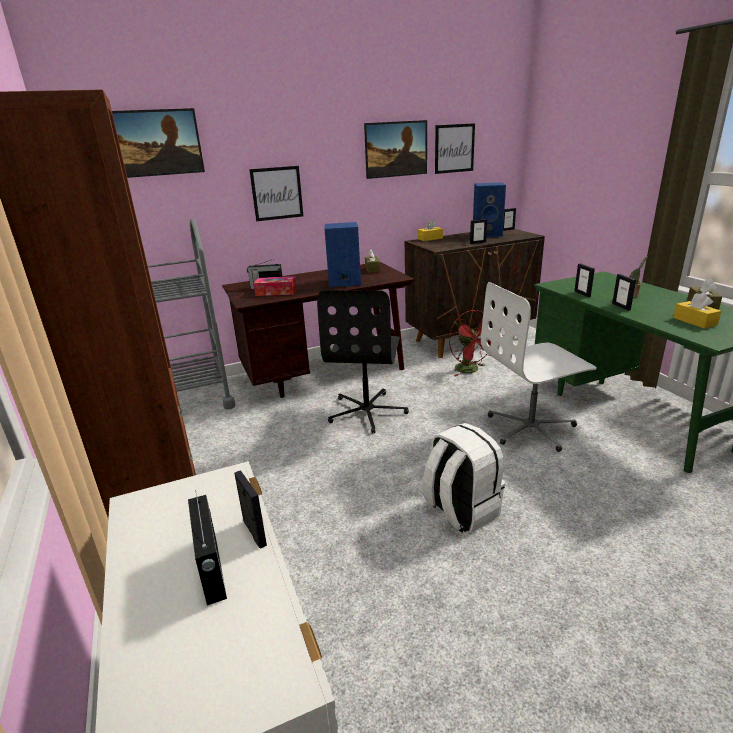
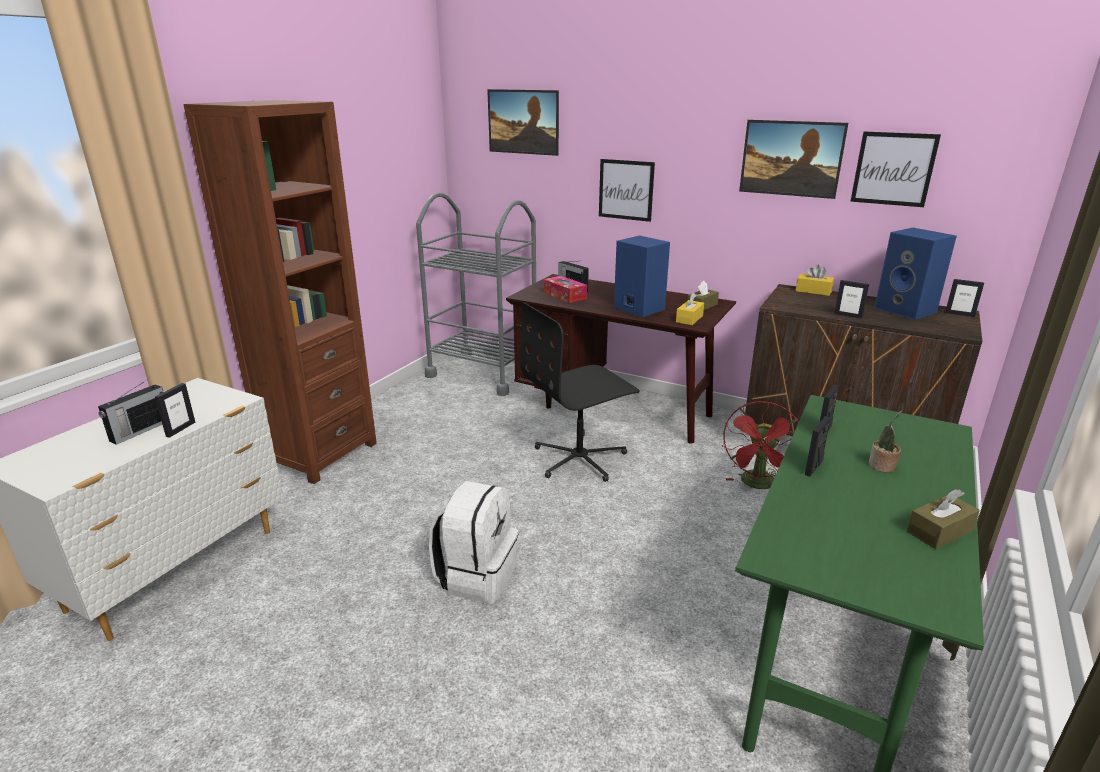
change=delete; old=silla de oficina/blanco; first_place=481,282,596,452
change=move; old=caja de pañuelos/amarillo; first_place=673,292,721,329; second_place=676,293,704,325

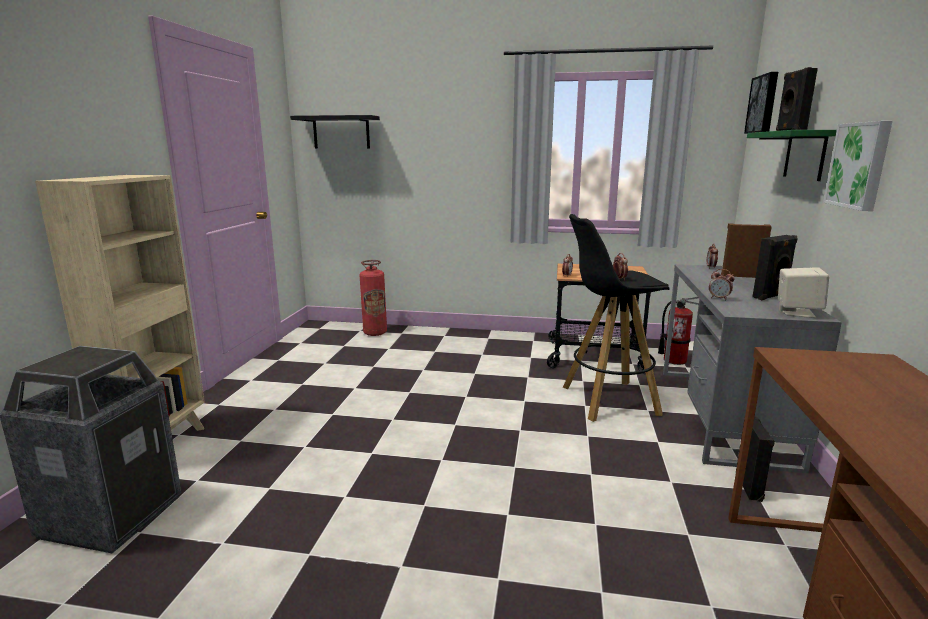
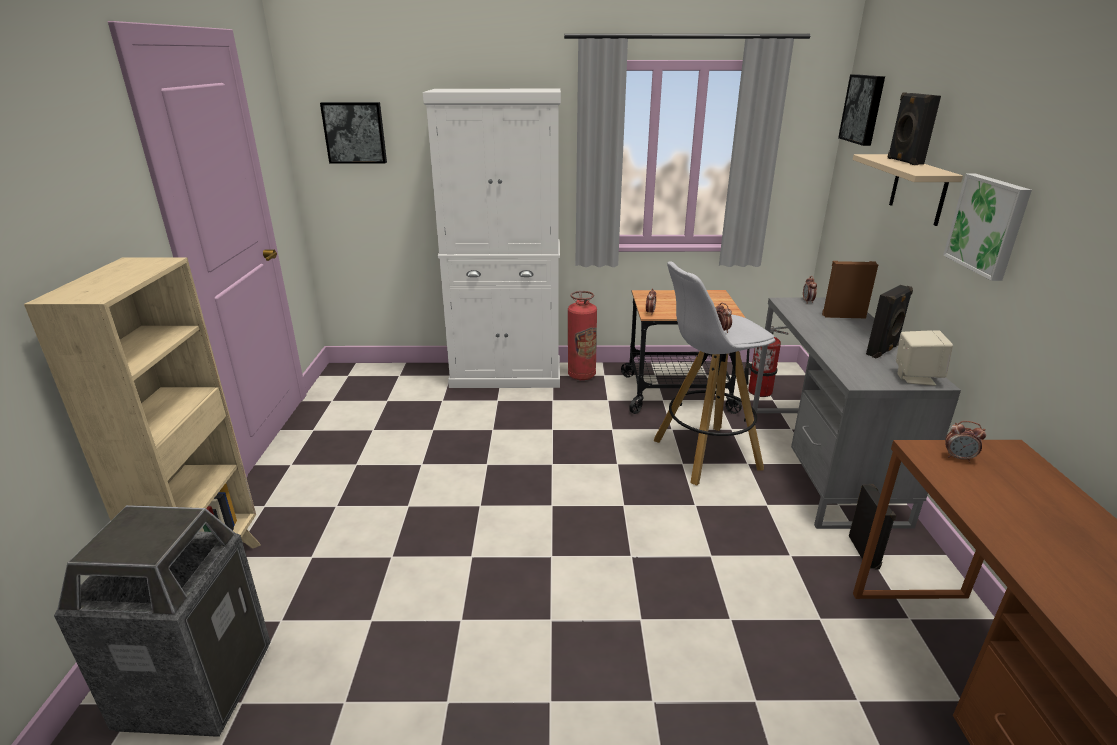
change=replace; old=estante/negro; new=cuadro; first_place=290,115,380,149; second_place=320,102,387,164
change=recolor; old=estante/verde; new=estante/beis; first_place=747,130,837,181; second_place=853,154,963,226
change=recolor; old=taburete/negro; new=taburete/blanco; first_place=563,214,670,422; second_place=654,261,776,486
change=move; old=extintor; first_place=359,260,387,336; second_place=568,291,597,380
change=move; old=despertador; first_place=709,269,735,300; second_place=945,421,986,462
change=insert; new=armario/blanco; second_place=423,89,561,388

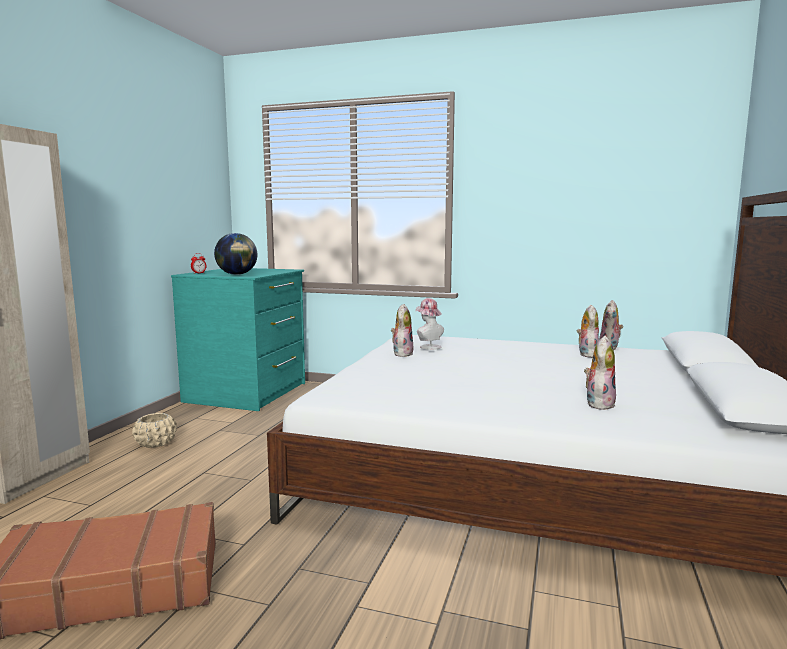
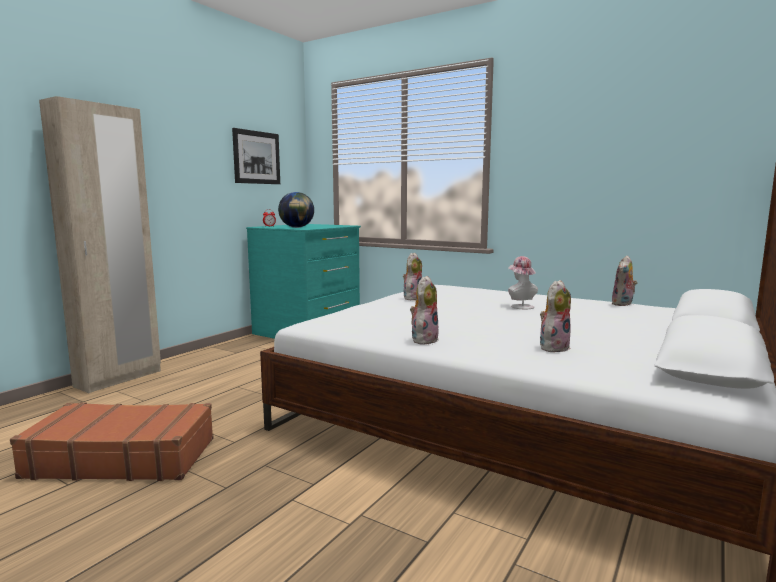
change=move; old=sombrero; first_place=415,298,444,350; second_place=508,256,538,309
change=move; old=peluche; first_place=577,305,599,358; second_place=410,276,439,345
change=delete; old=maceta/beis; first_place=132,413,177,448
change=insert; new=cuadro; second_place=232,128,280,184

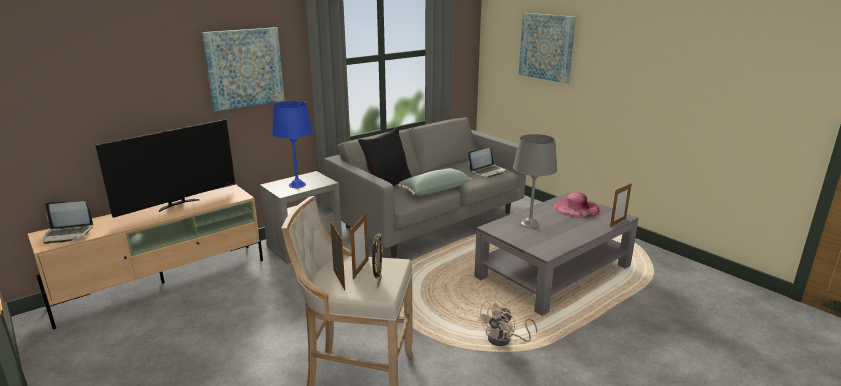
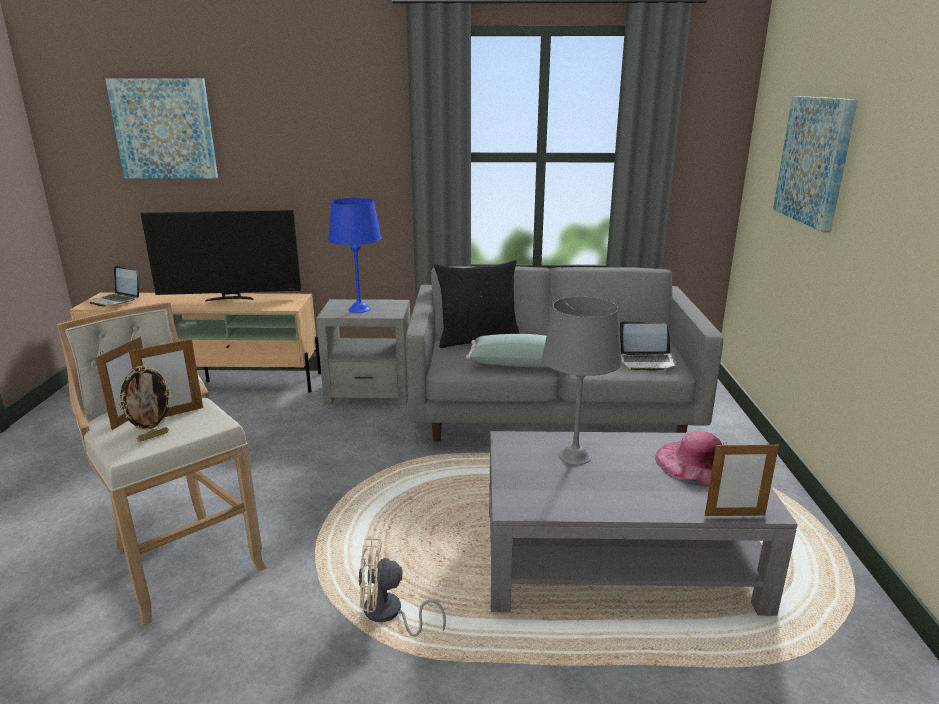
change=move; old=cuadro; first_place=202,27,285,111; second_place=105,78,218,179

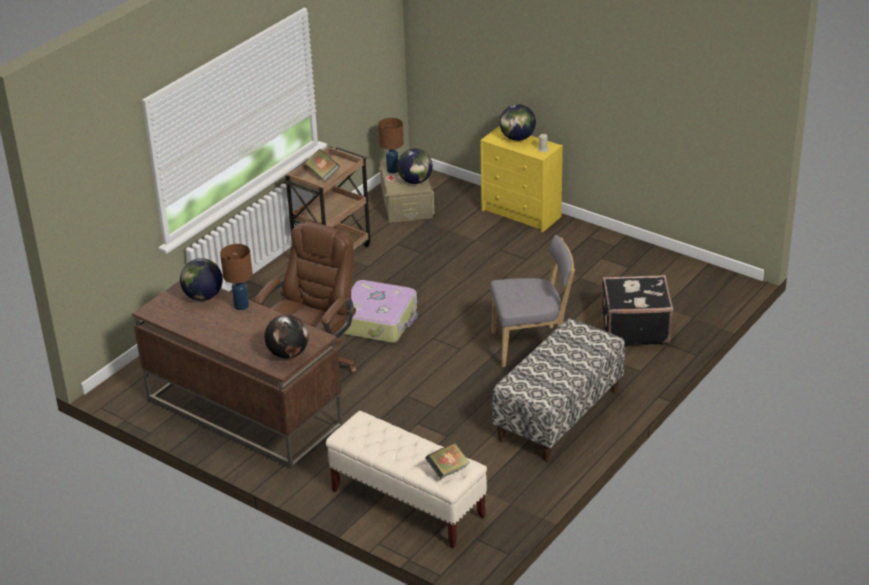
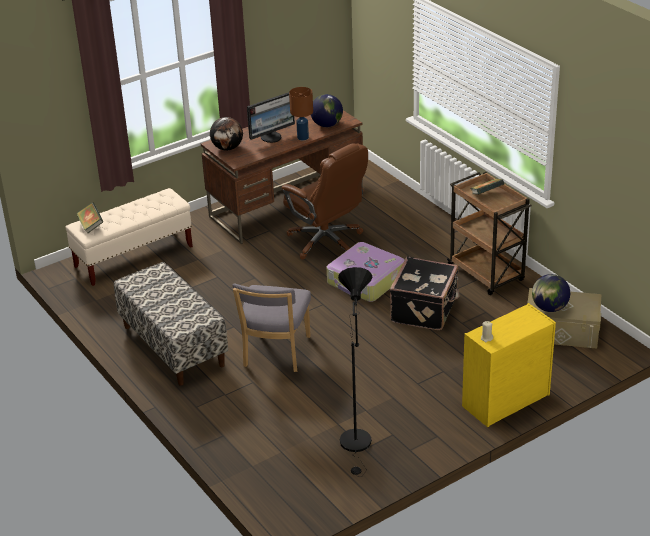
change=delete; old=globo terráqueo; first_place=500,104,536,141
change=delete; old=lámpara de mesa/marrón; first_place=378,118,404,173
change=move; old=maleta/negro; first_place=602,275,673,345; second_place=390,257,460,330
change=insert; new=monitor; second_place=247,92,295,143
change=insert; new=lámpara de pie/negro; second_place=338,267,372,477

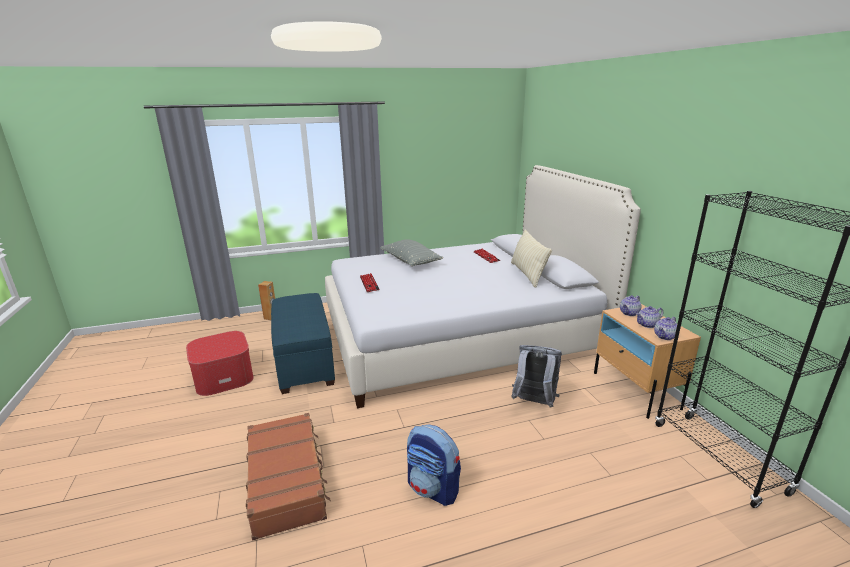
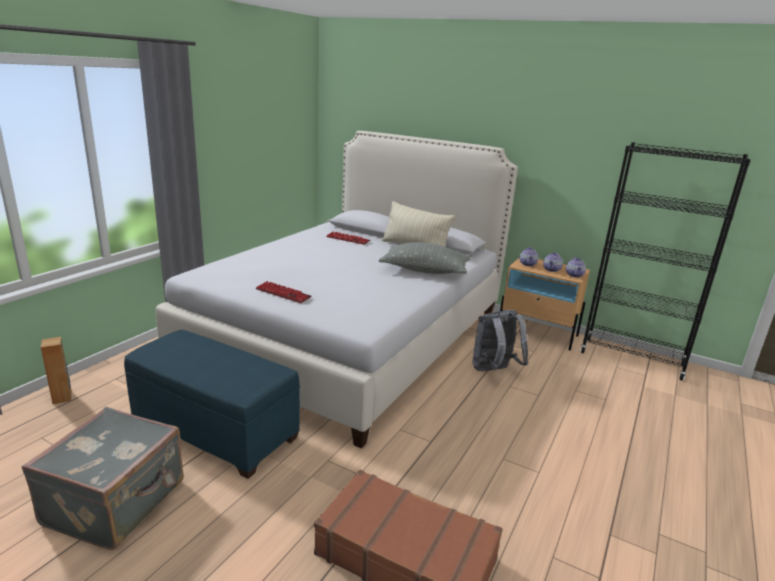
change=move; old=cojín/gris; first_place=380,240,443,266; second_place=379,242,471,274
change=replace; old=puf; new=maleta/gris; first_place=186,331,254,396; second_place=21,407,184,550
change=delete; old=mochila; first_place=407,424,461,506

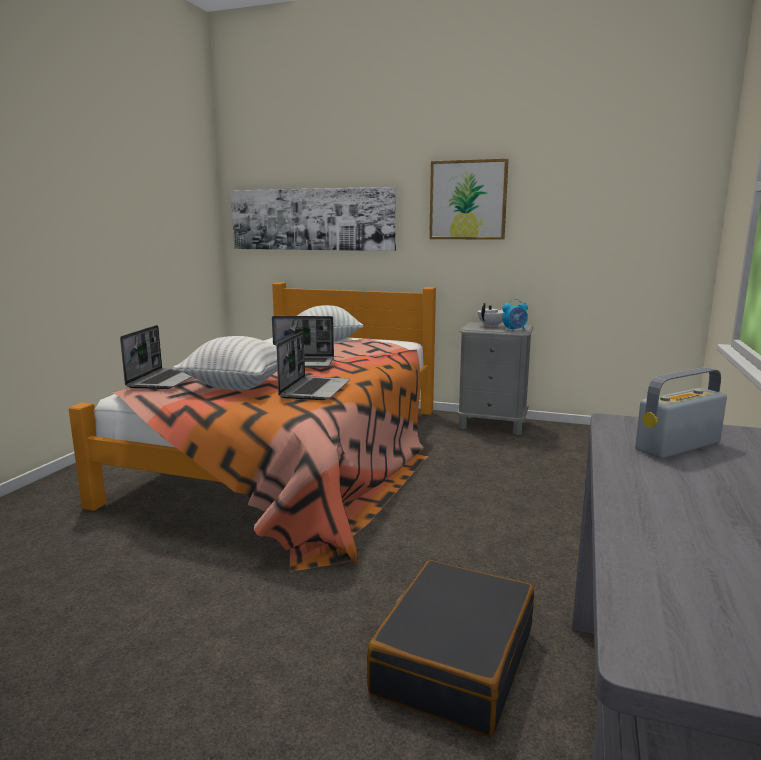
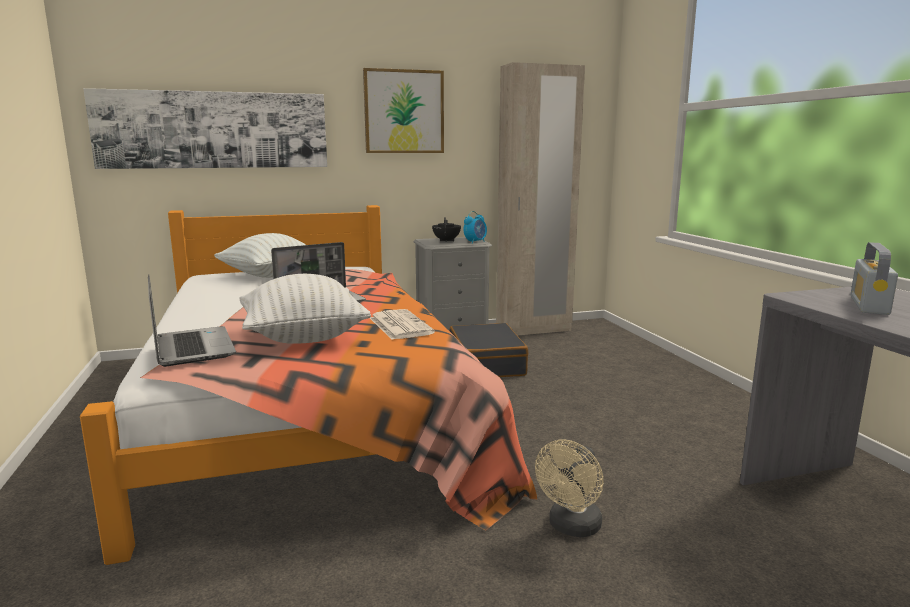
change=recolor; old=tetera/blanco; new=tetera/negro; first_place=478,303,503,327; second_place=432,217,461,242
change=replace; old=portátil; new=periódico; first_place=276,331,350,400; second_place=370,309,435,340
change=move; old=maleta/negro; first_place=367,560,534,737; second_place=450,323,528,377
change=insert; new=armario ropero/beis; second_place=496,62,585,336
change=insert; new=ventilador/beis; second_place=535,439,604,537

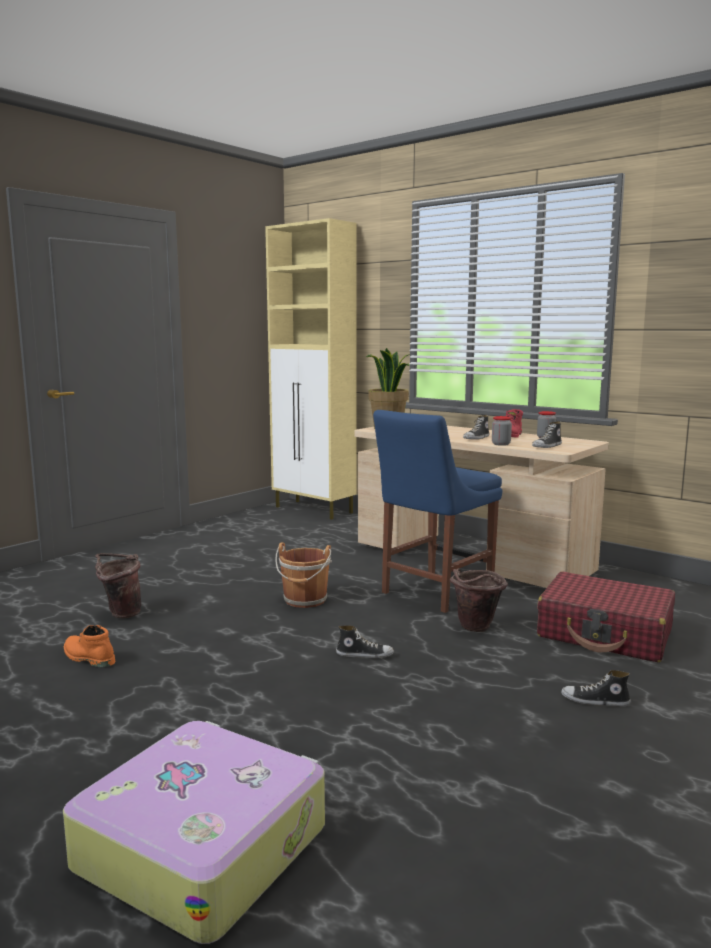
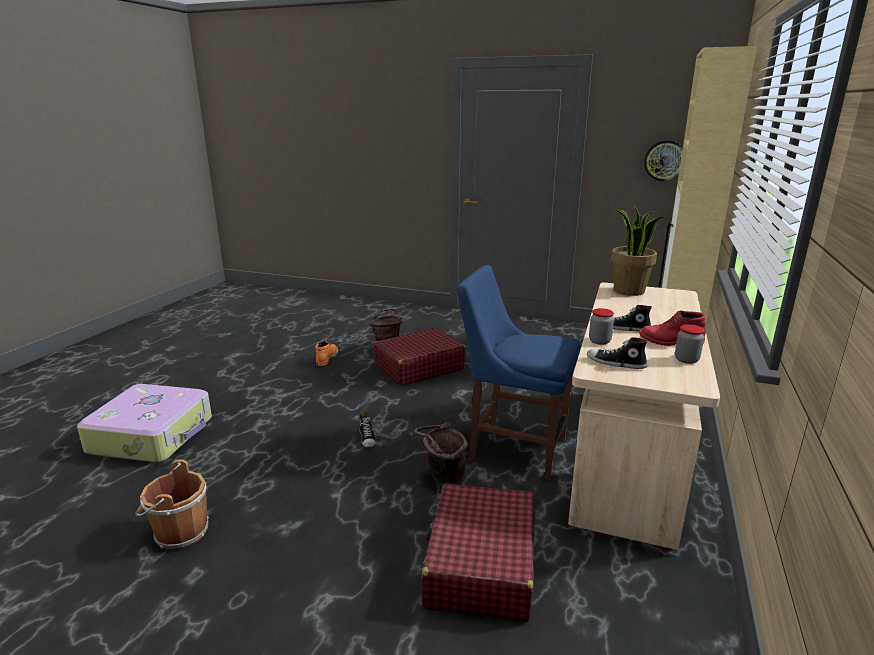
change=move; old=cubo/marrón; first_place=275,542,332,608; second_place=135,460,209,550
change=delete; old=zapato; first_place=561,670,631,707
change=insert; new=reloj de pared; second_place=644,140,683,182
change=insert; new=maleta/rojo; second_place=374,328,465,386

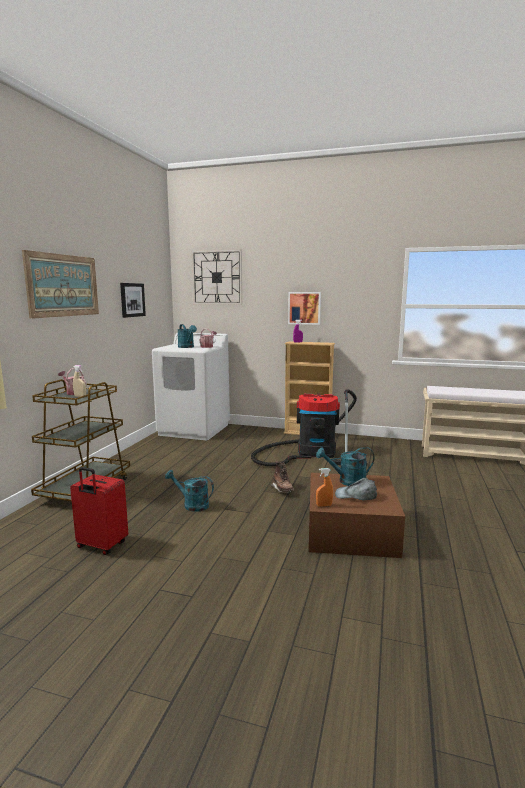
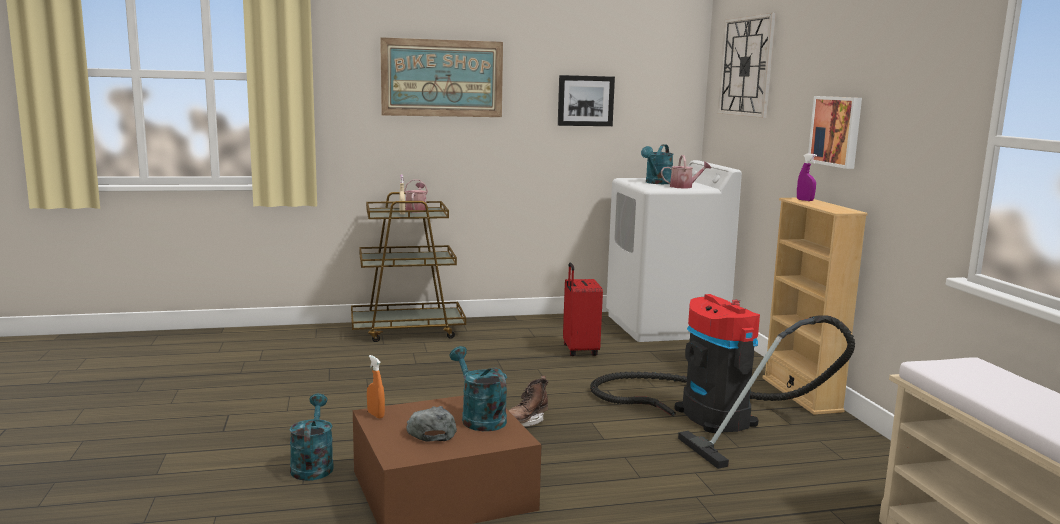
change=move; old=maleta/rojo; first_place=70,467,128,555; second_place=563,263,603,356
change=move; old=regadera/turquesa; first_place=165,470,214,512; second_place=290,394,334,481

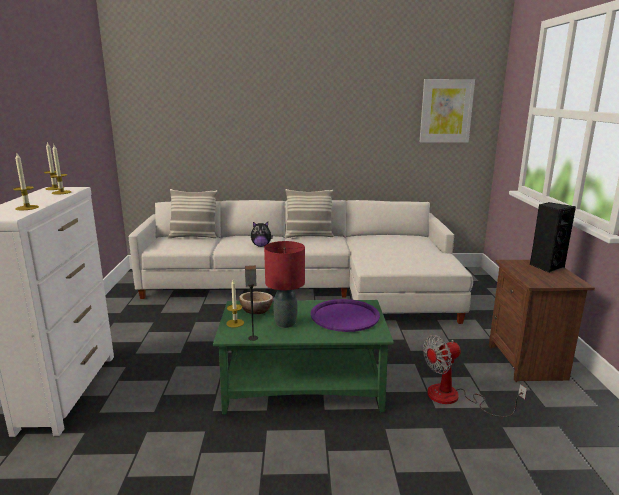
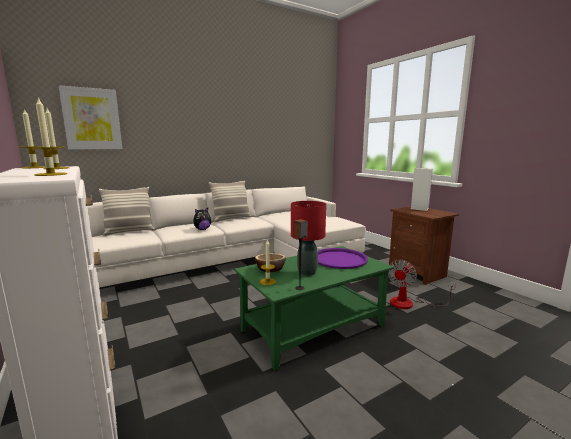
change=move; old=cuadro; first_place=420,79,475,143; second_place=59,85,122,149
change=recolor; old=altavoz/negro; new=altavoz/blanco; first_place=530,202,576,273; second_place=411,168,433,211

